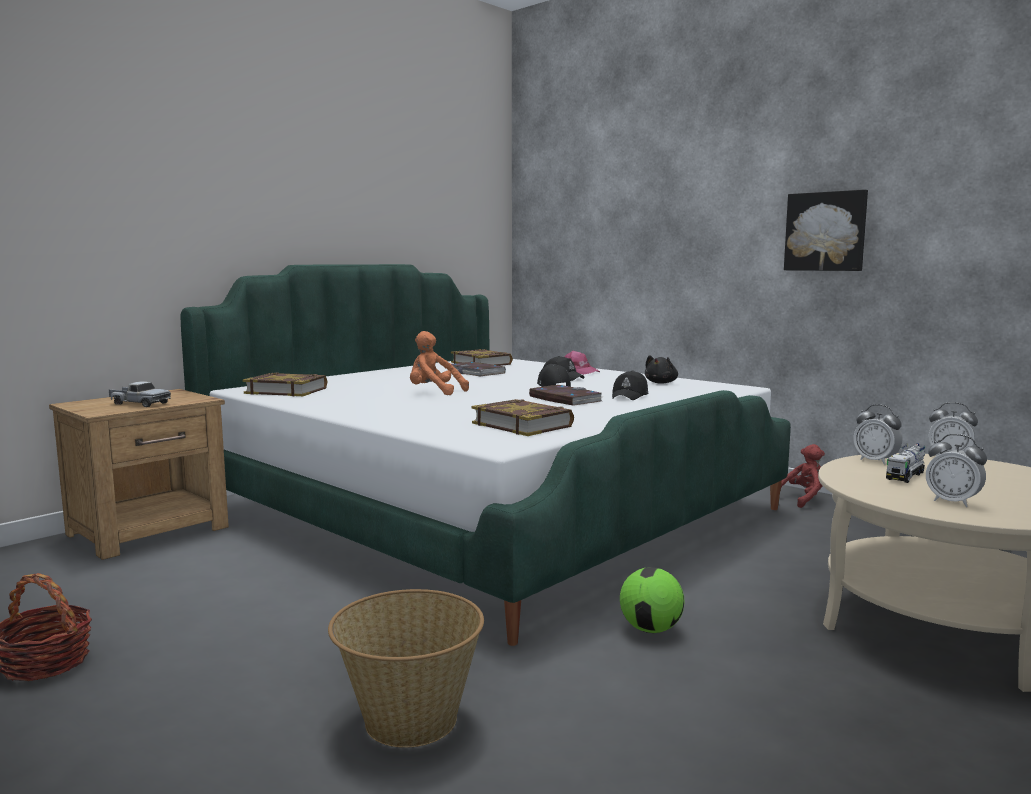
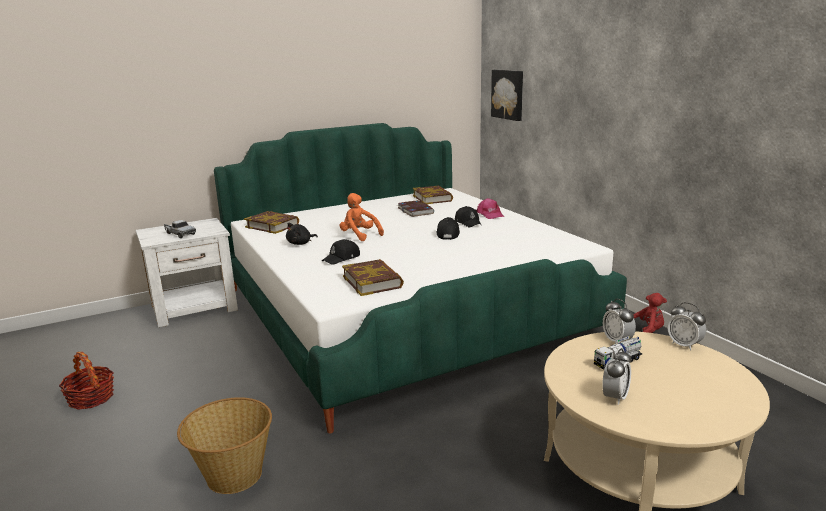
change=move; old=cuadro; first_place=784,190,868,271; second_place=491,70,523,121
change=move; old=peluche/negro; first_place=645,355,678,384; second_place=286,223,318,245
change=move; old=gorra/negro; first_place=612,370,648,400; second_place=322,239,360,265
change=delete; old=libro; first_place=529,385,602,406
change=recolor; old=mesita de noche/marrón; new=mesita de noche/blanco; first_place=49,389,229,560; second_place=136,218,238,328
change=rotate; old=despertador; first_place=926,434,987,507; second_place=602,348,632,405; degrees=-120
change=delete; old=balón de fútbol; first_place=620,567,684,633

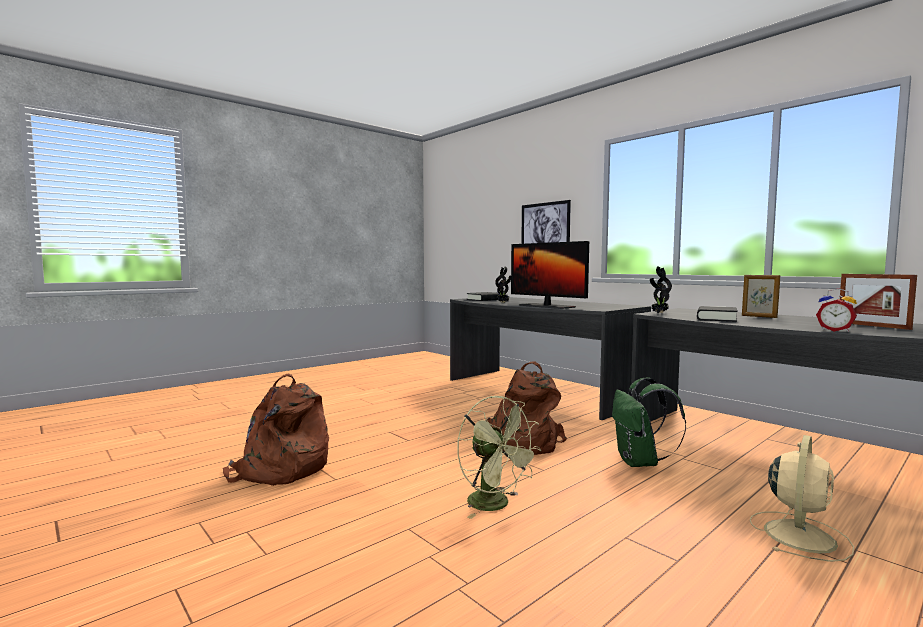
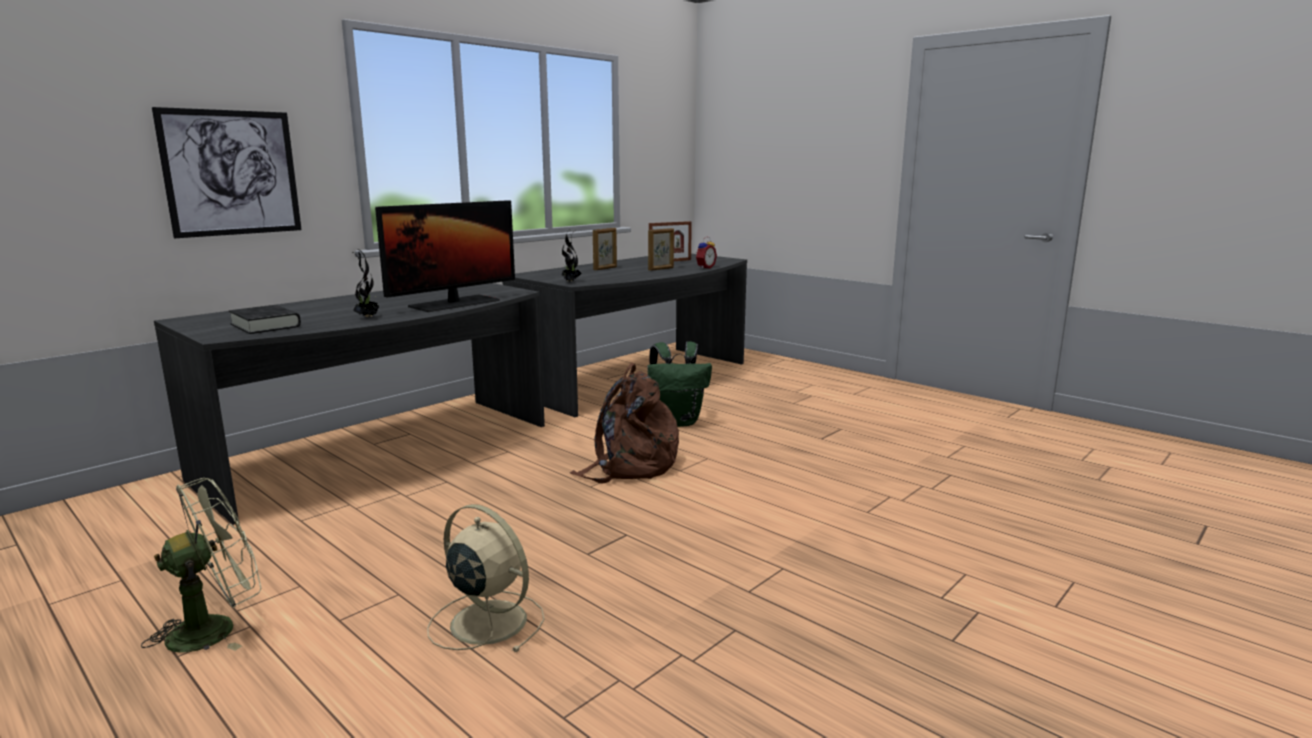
change=delete; old=libro/negro; first_place=697,306,738,322
change=delete; old=mochila/marrón; first_place=223,373,329,486
change=move; old=ventilador/verde; first_place=457,396,541,519; second_place=141,478,261,652
change=move; old=ventilador/beis; first_place=750,435,854,562; second_place=427,504,544,652
change=insert; new=portarretratos; second_place=648,228,674,271

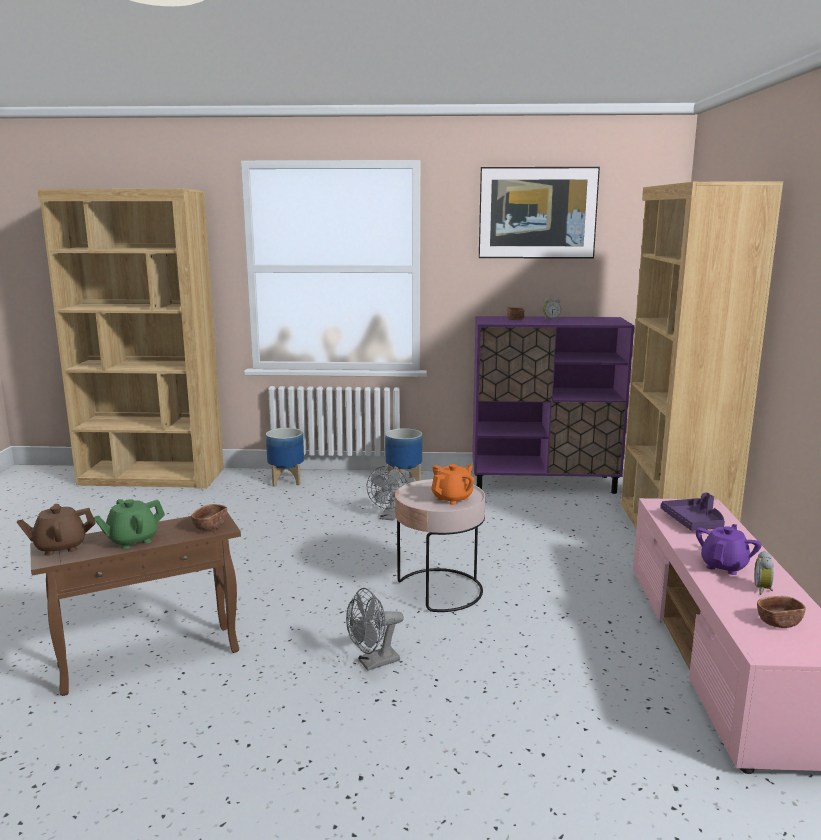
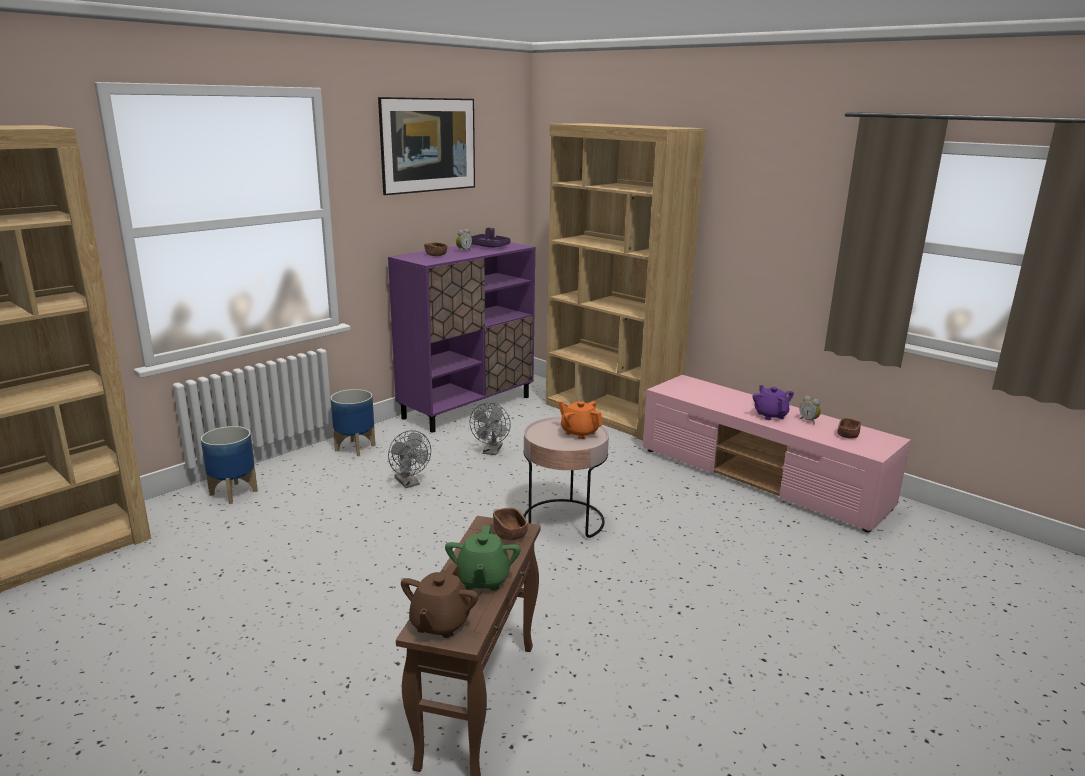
change=rotate; old=tetera/naranja; first_place=431,464,475,505; second_place=558,401,603,439; degrees=-45
change=move; old=bandeja/morado; first_place=661,492,725,530; second_place=471,228,511,247
change=move; old=ventilador/gris; first_place=346,588,404,671; second_place=469,403,511,455

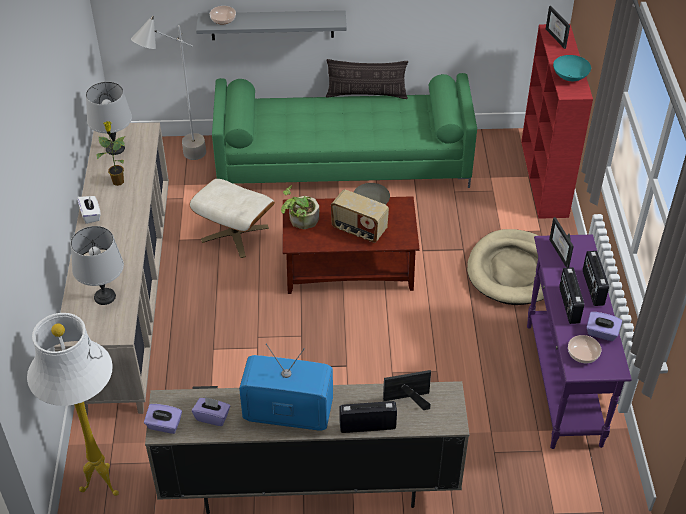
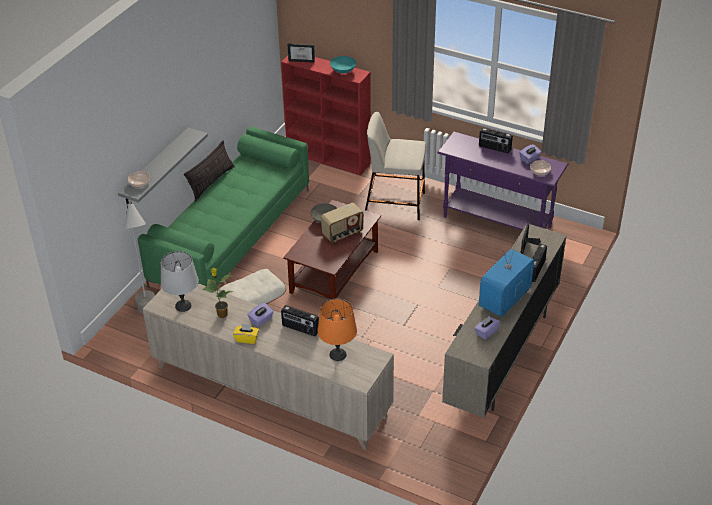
change=delete; old=planta en maceta; first_place=281,185,319,229
change=recolor; old=caja de pañuelos/blanco; new=caja de pañuelos/amarillo; first_place=77,195,101,224; second_place=233,324,259,344
change=delete; old=portarretratos; first_place=549,217,574,268
change=recolor; old=lámpara de mesa/gris; new=lámpara de mesa/naranja; first_place=71,226,124,305; second_place=317,298,357,361
change=replace; old=cama para perro/beis; new=taburete/beis; first_place=467,229,544,305; second_place=365,112,426,220
change=move; old=radio; first_place=559,267,584,324; second_place=281,305,319,336
change=delete; old=lámpara de pie/blanco; first_place=27,313,119,496
change=move; old=caja de pañuelos/morado; first_place=144,404,182,434; second_place=248,303,274,327

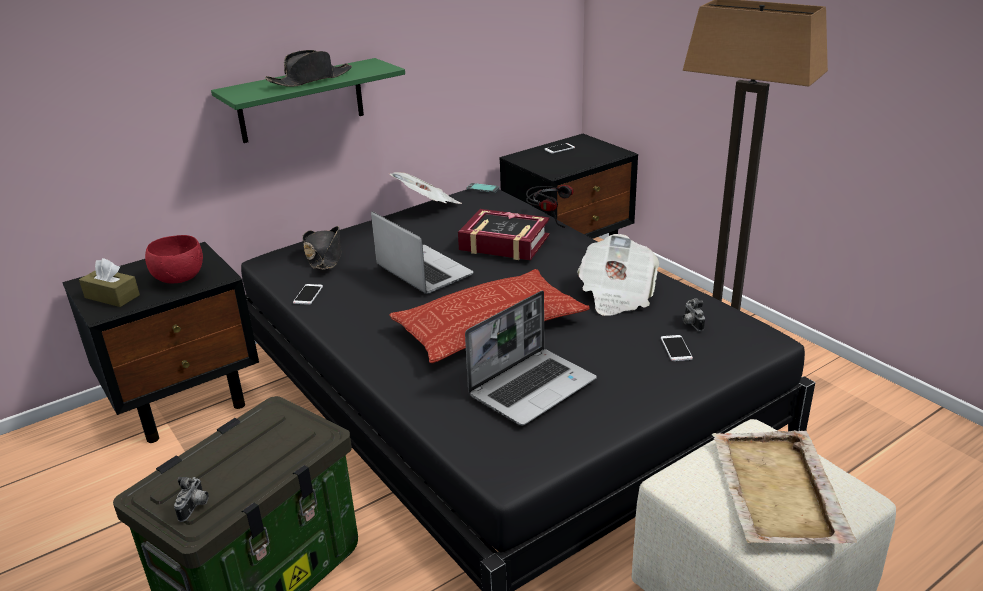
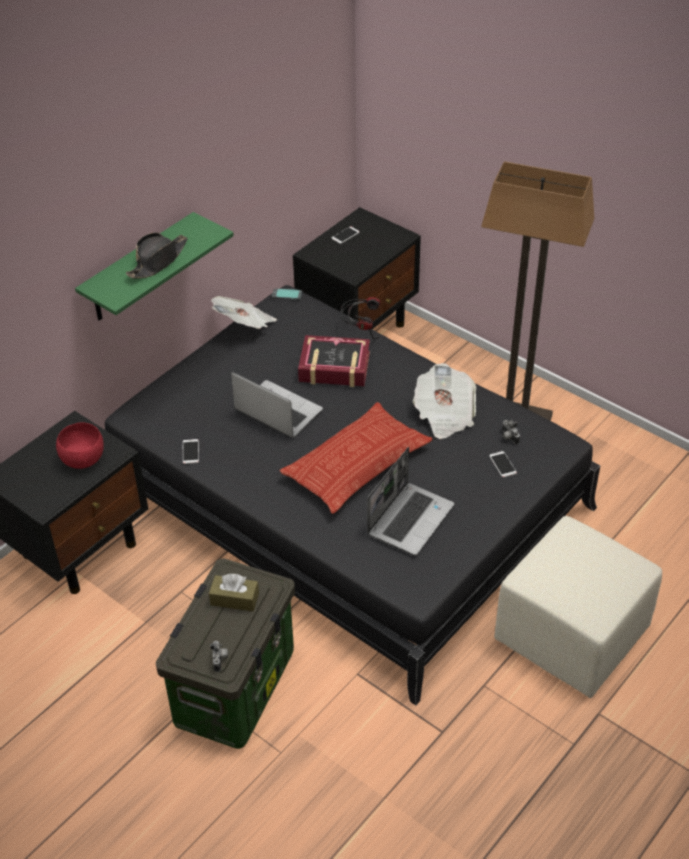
change=delete; old=sombrero/negro; first_place=302,226,341,270
change=move; old=caja de pañuelos/marrón; first_place=79,258,140,307; second_place=209,574,259,611
change=delete; old=bandeja/beis; first_place=712,430,857,544

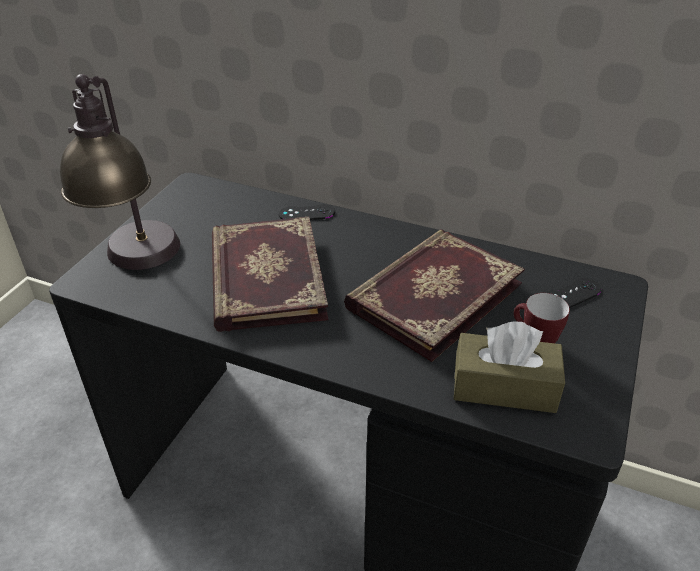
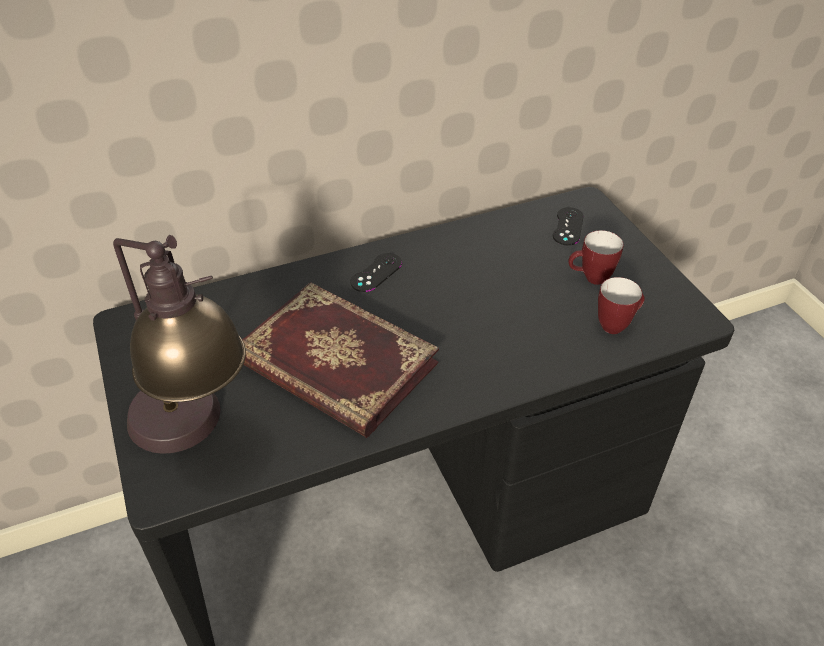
change=move; old=mando de consola/negro; first_place=279,204,335,220; second_place=350,253,402,292
change=delete; old=libro; first_place=344,229,525,362
change=replace; old=caja de pañuelos/marrón; new=taza grande; first_place=454,322,565,413; second_place=598,277,645,334

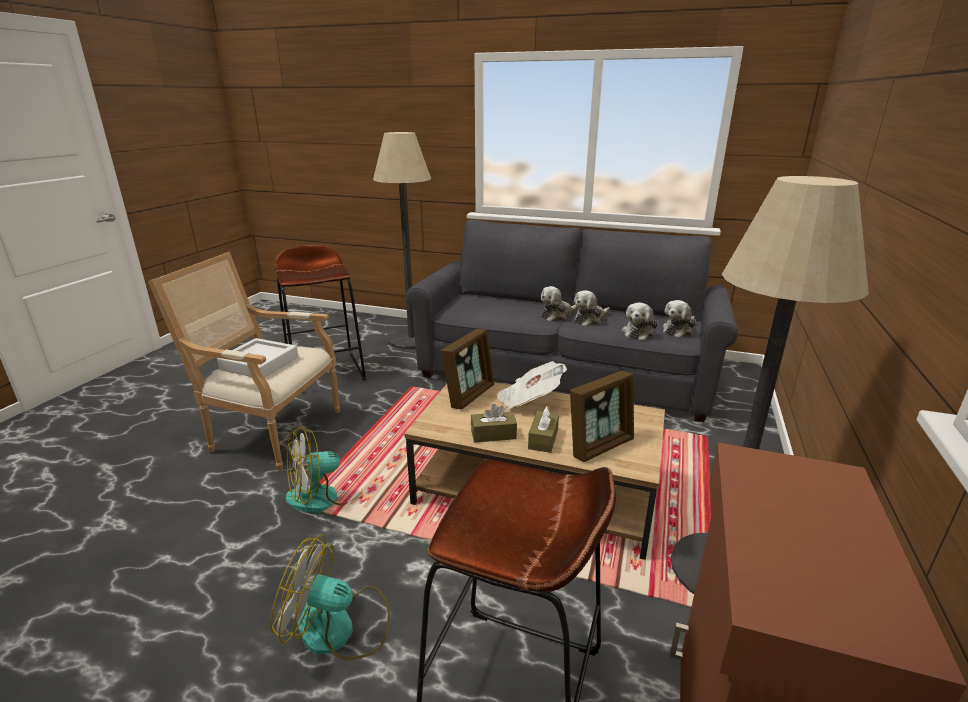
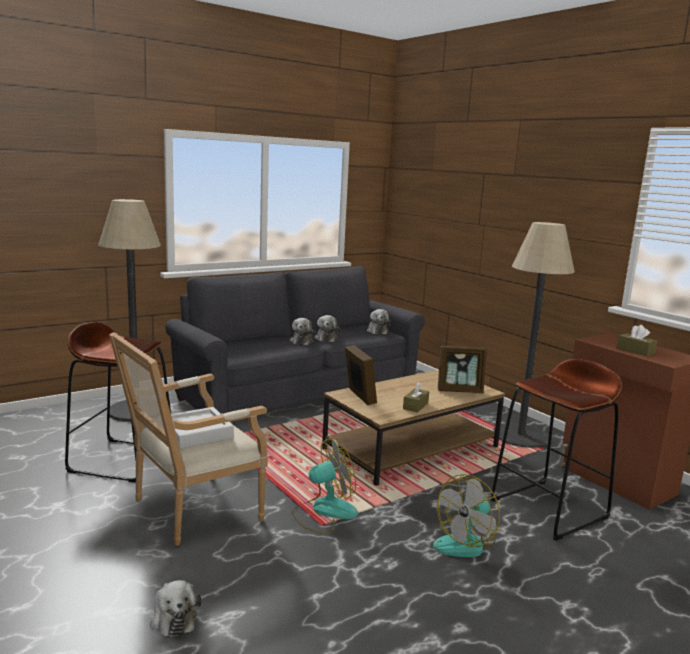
change=move; old=peluche; first_place=622,302,658,341; second_place=150,580,201,638
change=delete; old=periódico; first_place=496,361,567,409
change=rotate; old=portarretratos; first_place=570,371,634,462; second_place=438,346,487,393; degrees=90
change=move; old=caja de pañuelos/marrón; first_place=528,406,559,453; second_place=617,325,658,357
change=rotate; old=ventilador; first_place=286,427,362,513; second_place=291,437,358,534; degrees=-120

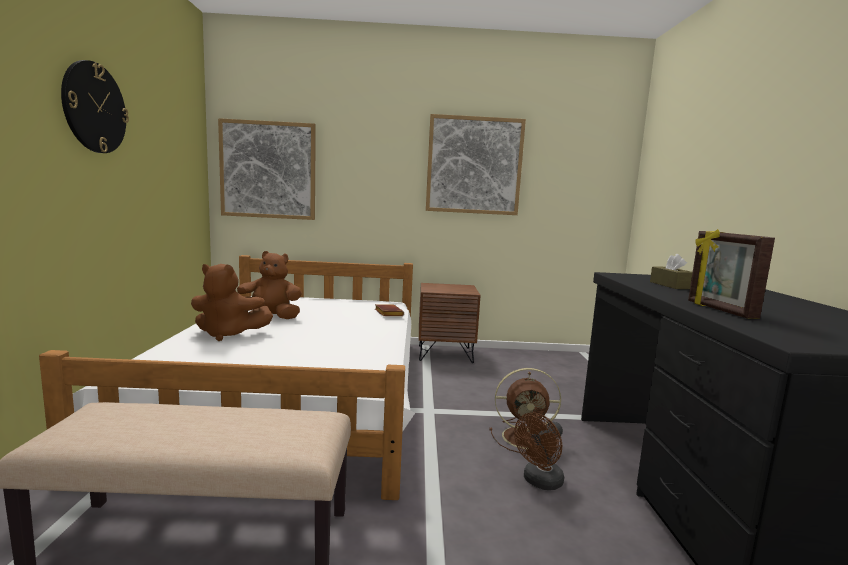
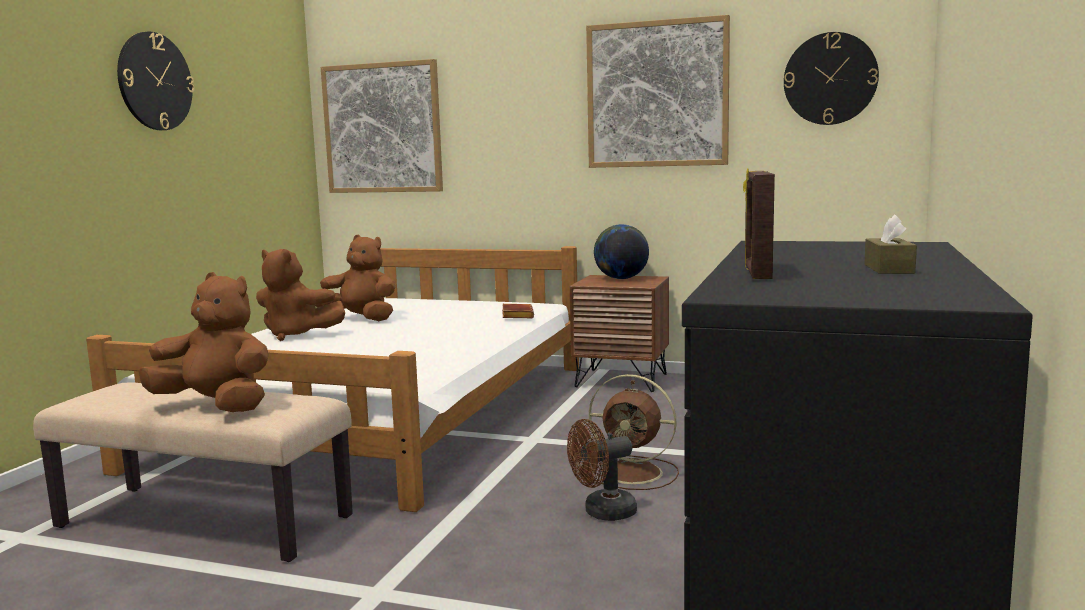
change=move; old=caja de pañuelos/marrón; first_place=650,254,693,289; second_place=864,215,917,274
change=insert; new=reloj de pared; second_place=784,32,879,125
change=insert; new=globo terráqueo; second_place=594,224,649,279
change=insert; new=peluche/marrón; second_place=139,272,269,412

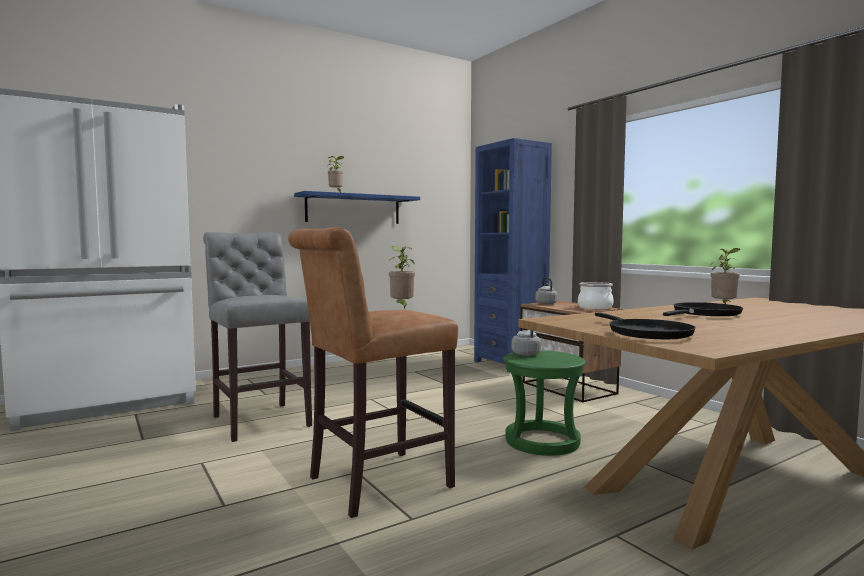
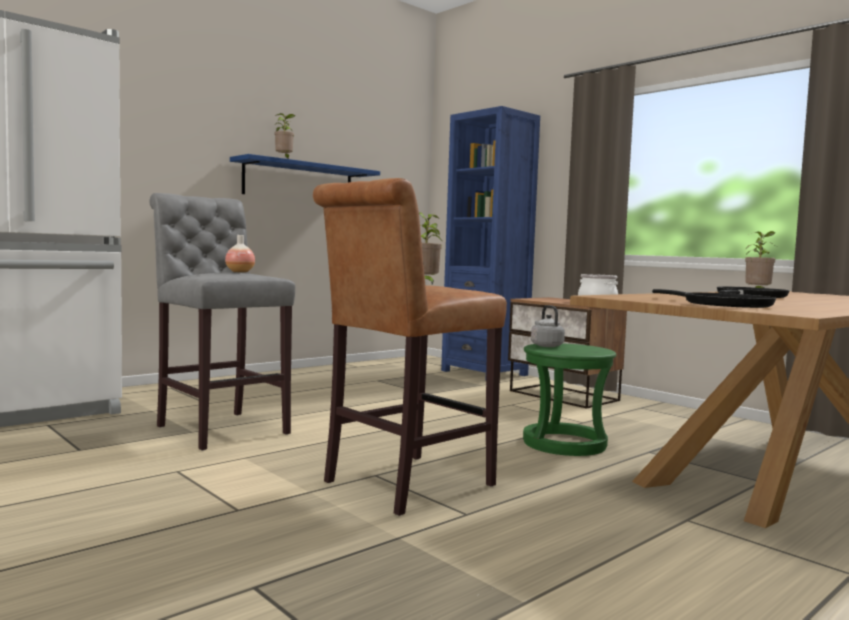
change=delete; old=hervidor/gris; first_place=535,277,557,305
change=insert; new=florero; second_place=225,235,255,272

